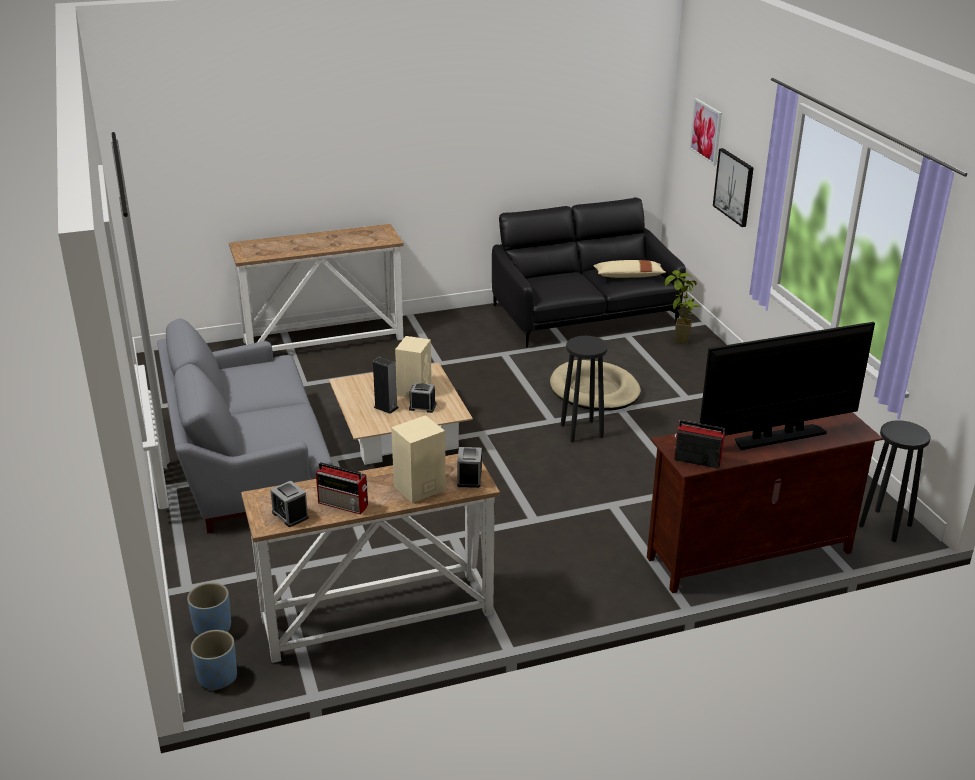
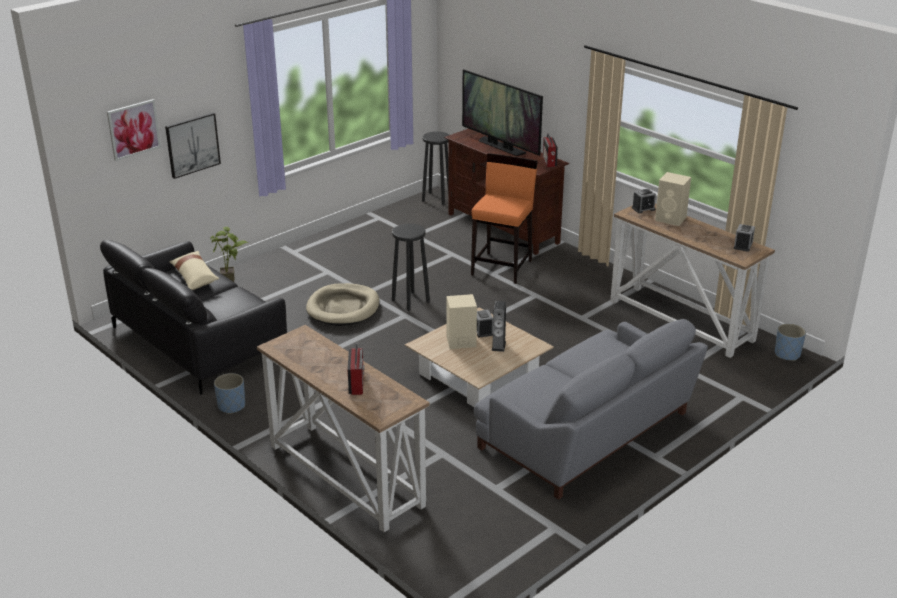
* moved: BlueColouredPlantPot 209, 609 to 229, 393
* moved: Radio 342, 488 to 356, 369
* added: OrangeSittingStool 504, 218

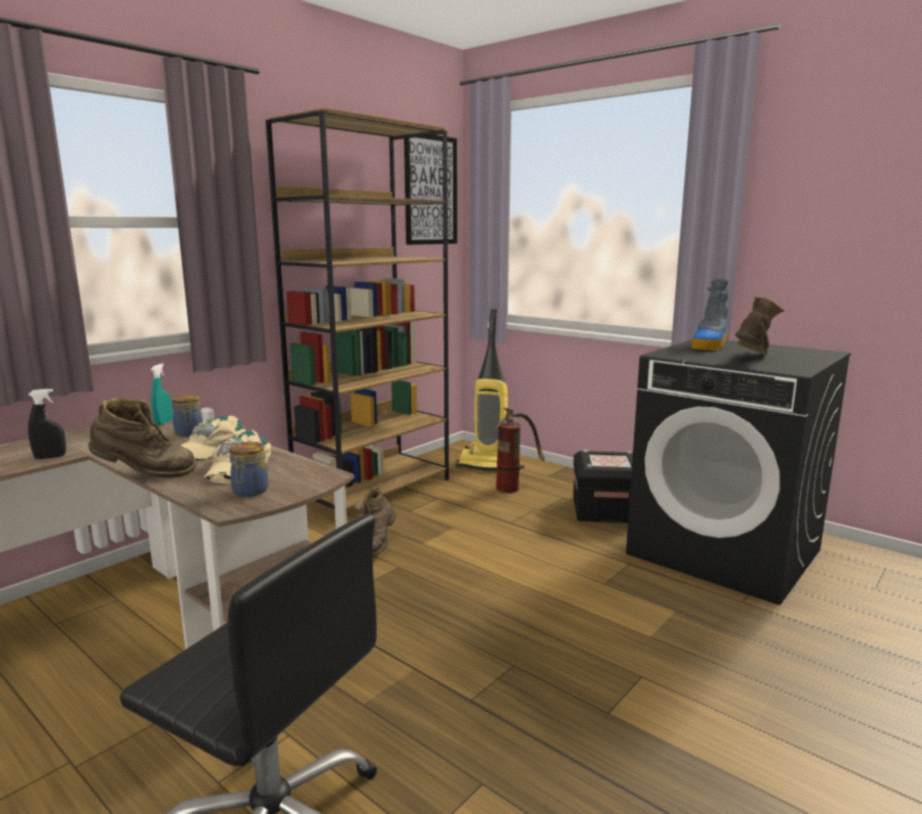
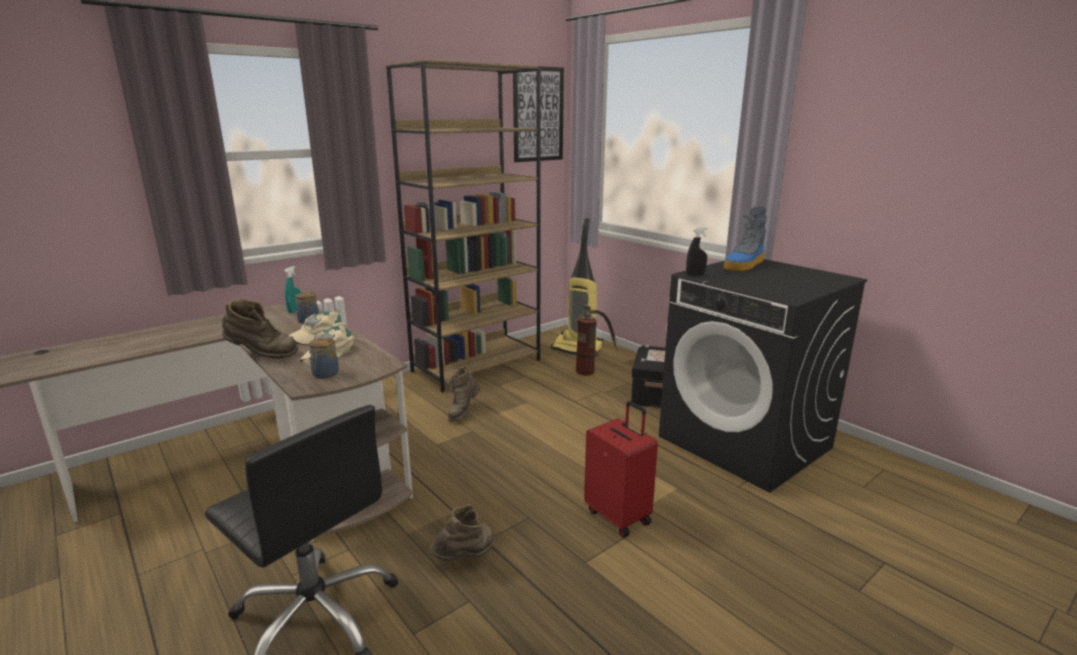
* moved: BlackColouredHandSprayer 47, 424 to 697, 251
* moved: BrownBoot 760, 326 to 462, 532
* added: RedColouredSuitcase 621, 469

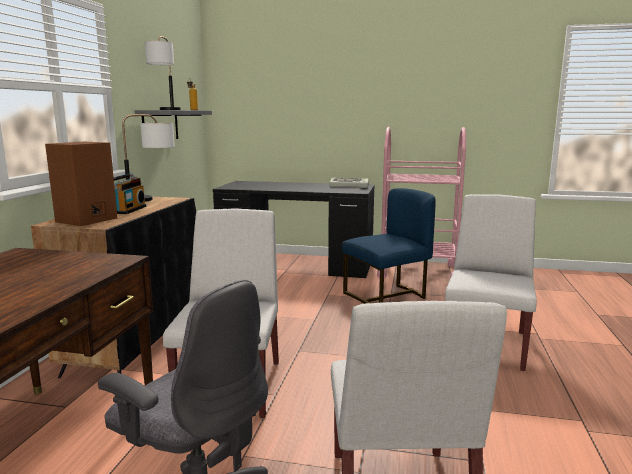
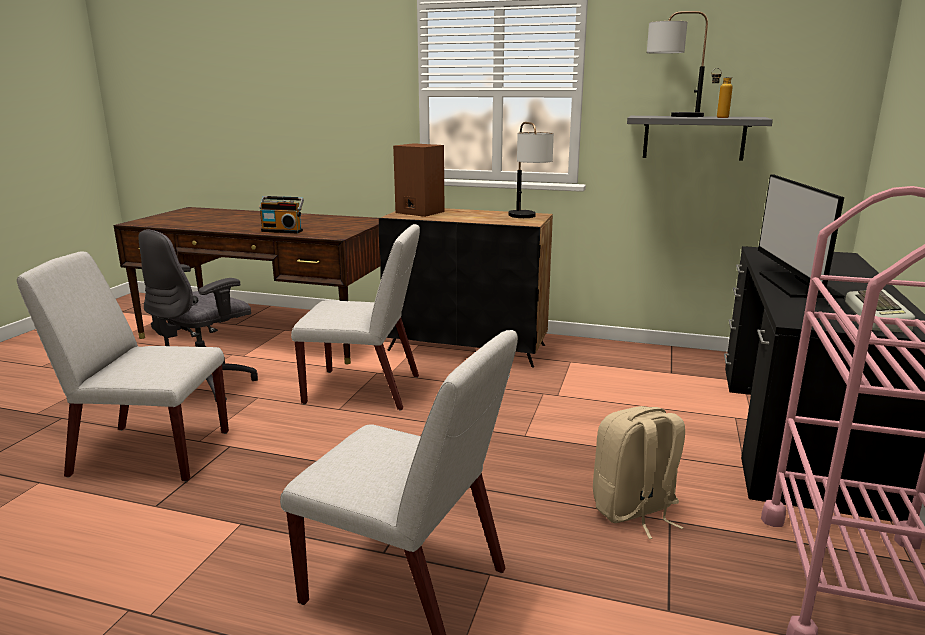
* moved: Radio 130, 193 to 281, 215
* replaced: BlueColouredPlainChair 389, 246 to SandColouredBackpack 639, 472
* added: ComputerDisplay 801, 236

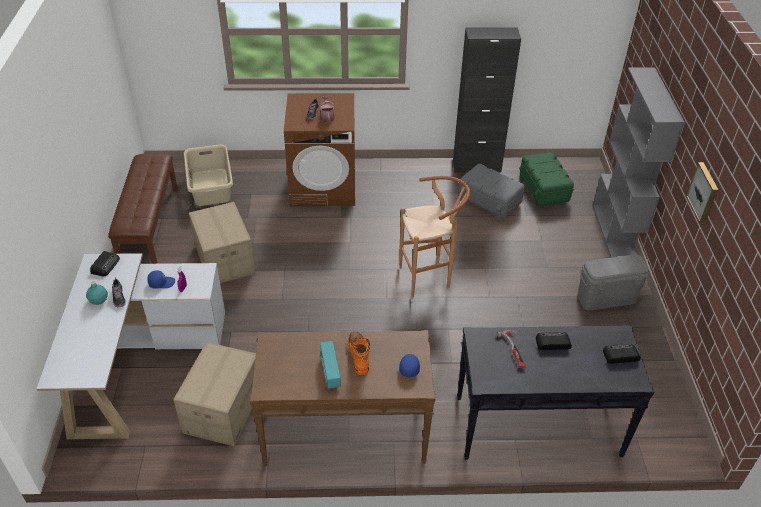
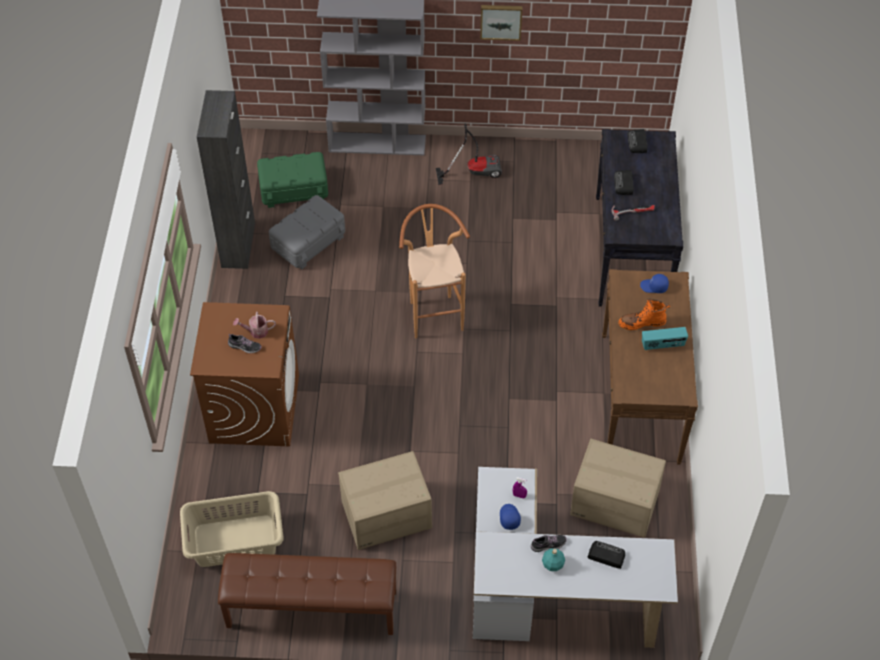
* moved: Radio 105, 263 to 606, 555
* replaced: GreyStorageBin 613, 282 to Vacuum 469, 154

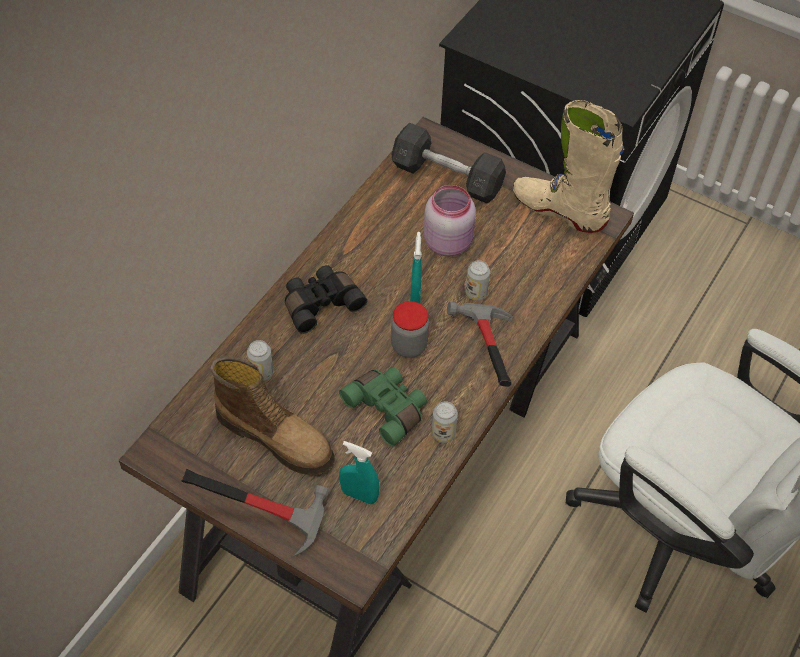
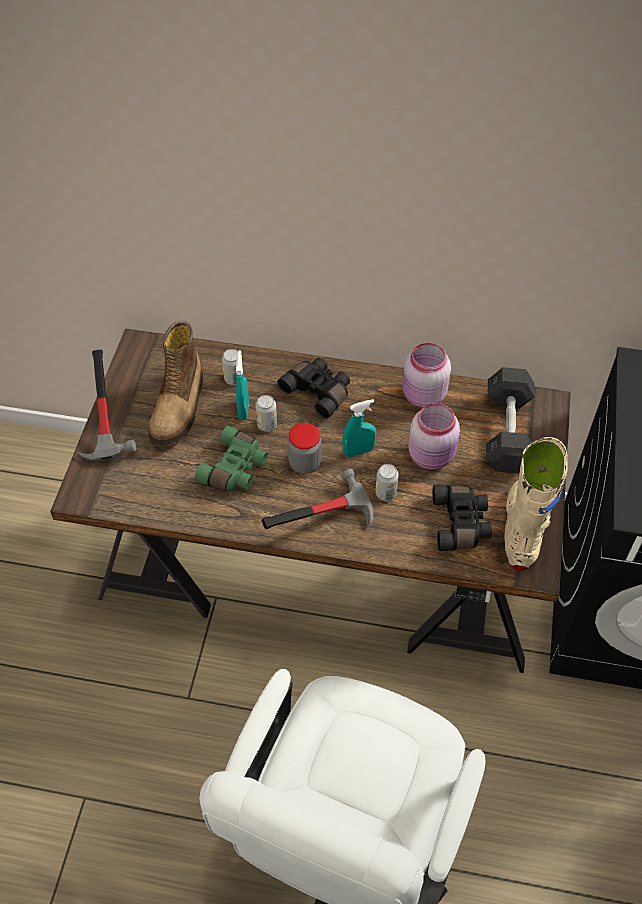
* moved: BlueGreenHandSprayer 359, 472 to 242, 385
* moved: Can 444, 422 to 266, 413
* added: PinkColouredPreserveJar 426, 375
* added: BlackColouredFieldGlasses 462, 518

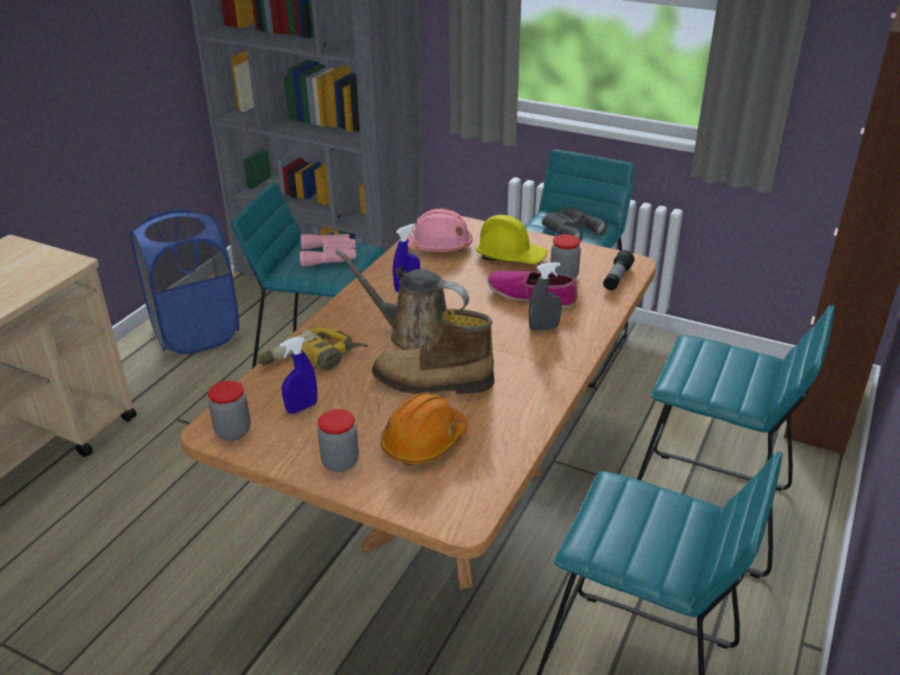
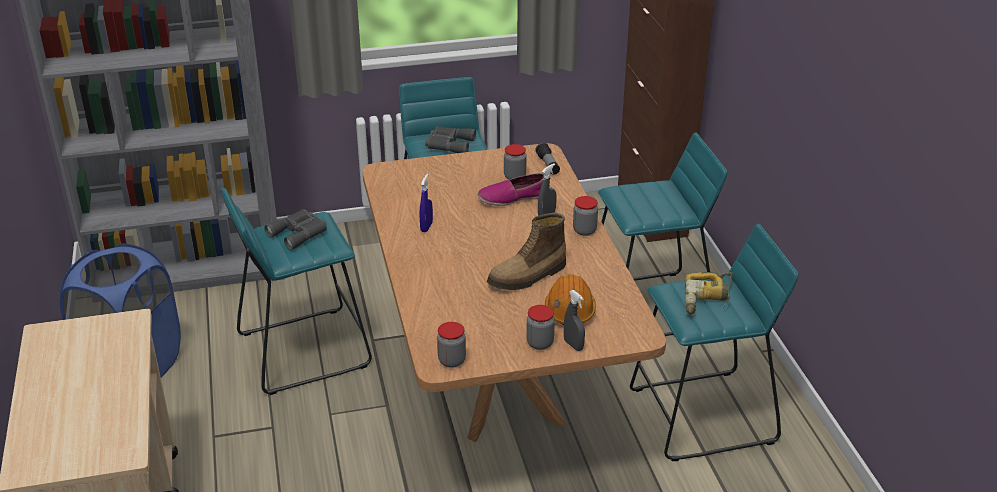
* moved: ElectricDrill 313, 349 to 709, 293
* removed: BlueColouredHandSprayer 298, 375
* recoloured: PinkColouredFieldGlasses 328, 250 to GreyFieldGlasses 295, 229
* removed: BrownSprinklingCan 402, 299
* removed: PinkColouredSafetyHelmet 439, 230
* removed: YellowSafetyHelmet 512, 239
* added: GreyHandSprayer 574, 320
* added: PreserveJar 585, 216

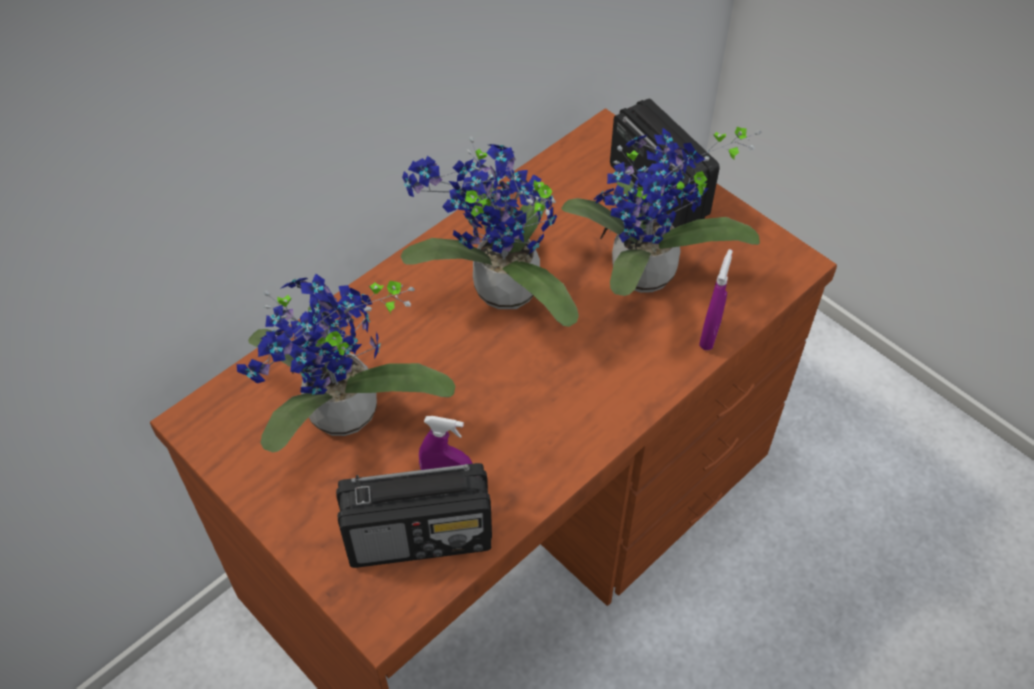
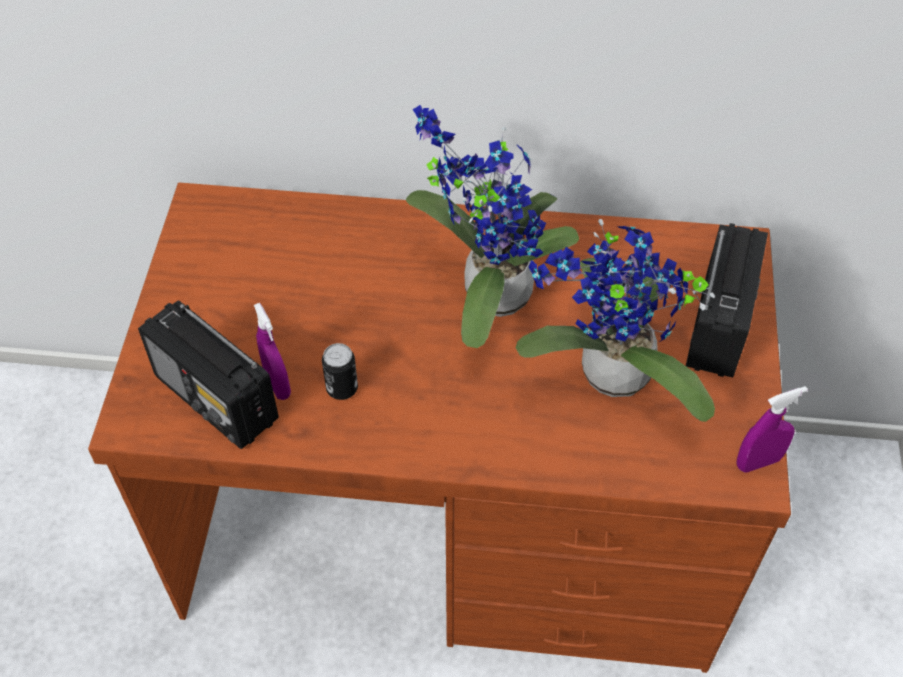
* removed: PlantInAPot 346, 363
* moved: PurpleColouredHandSprayer 716, 299 to 772, 429
* added: Can 340, 371

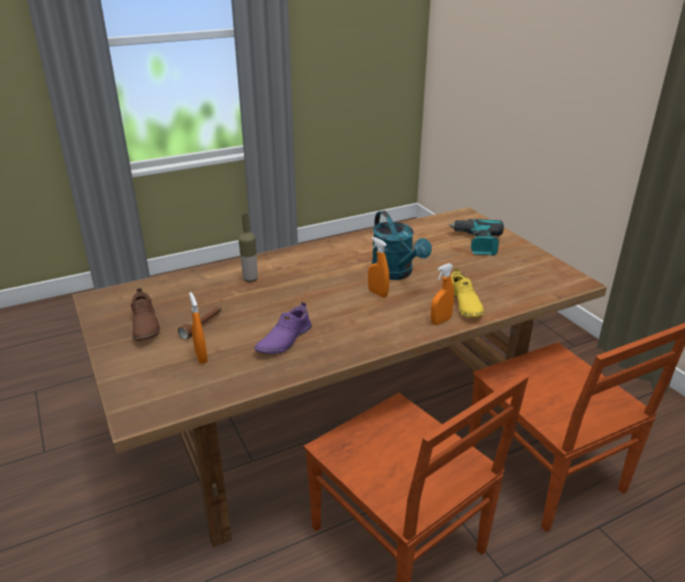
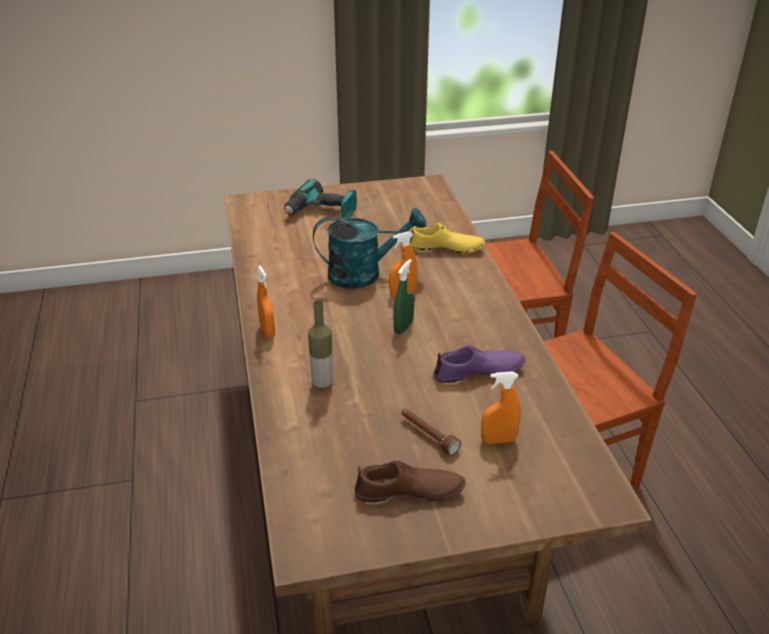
* turned: PurpleColouredLowShoe 283, 328 = 479, 364 60 degrees counterclockwise
* moved: OrangeHandSprayer 442, 294 to 266, 302
* added: GreenHandSprayer 404, 296

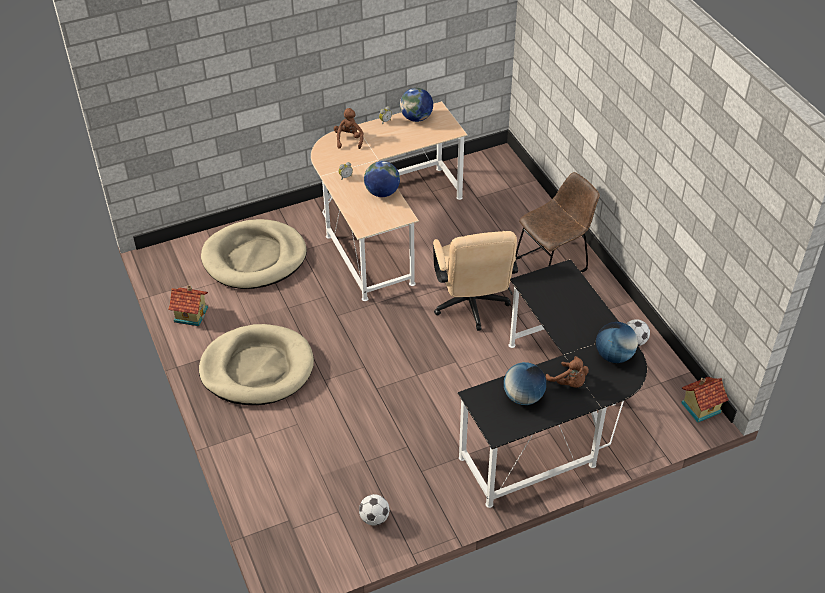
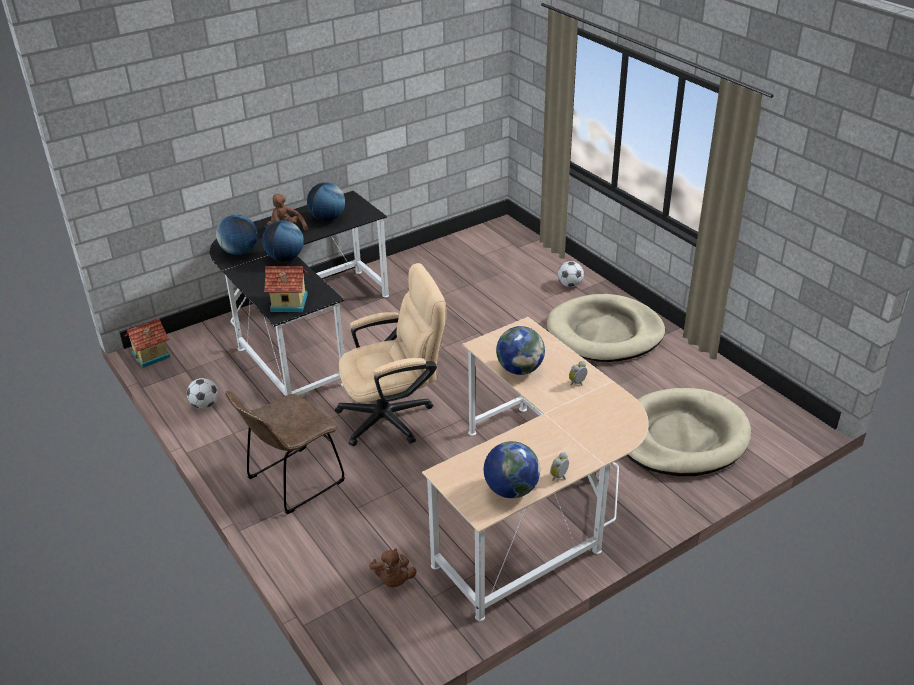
* moved: ModelHouse 188, 305 to 286, 289
* moved: BrownSoftToy 349, 128 to 393, 567
* moved: BallForFootball 374, 510 to 571, 274
* turned: SandColouredDeskChair 475, 281 = 390, 354 90 degrees clockwise
* added: WorldGlobe 283, 240

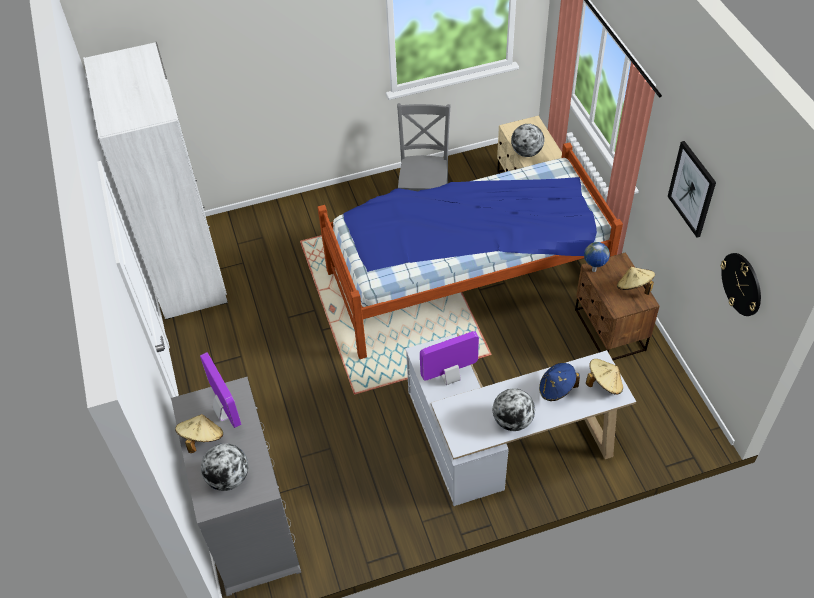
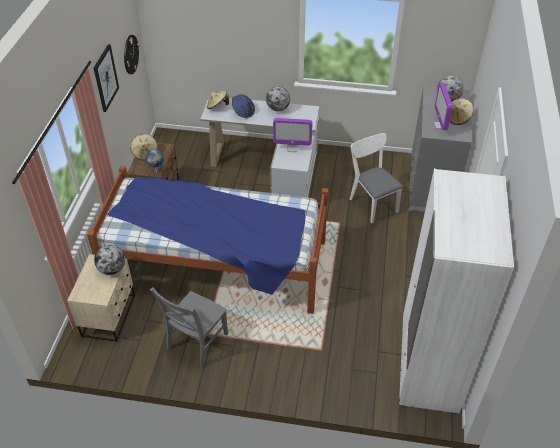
* added: WhitePlainChair 376, 178

